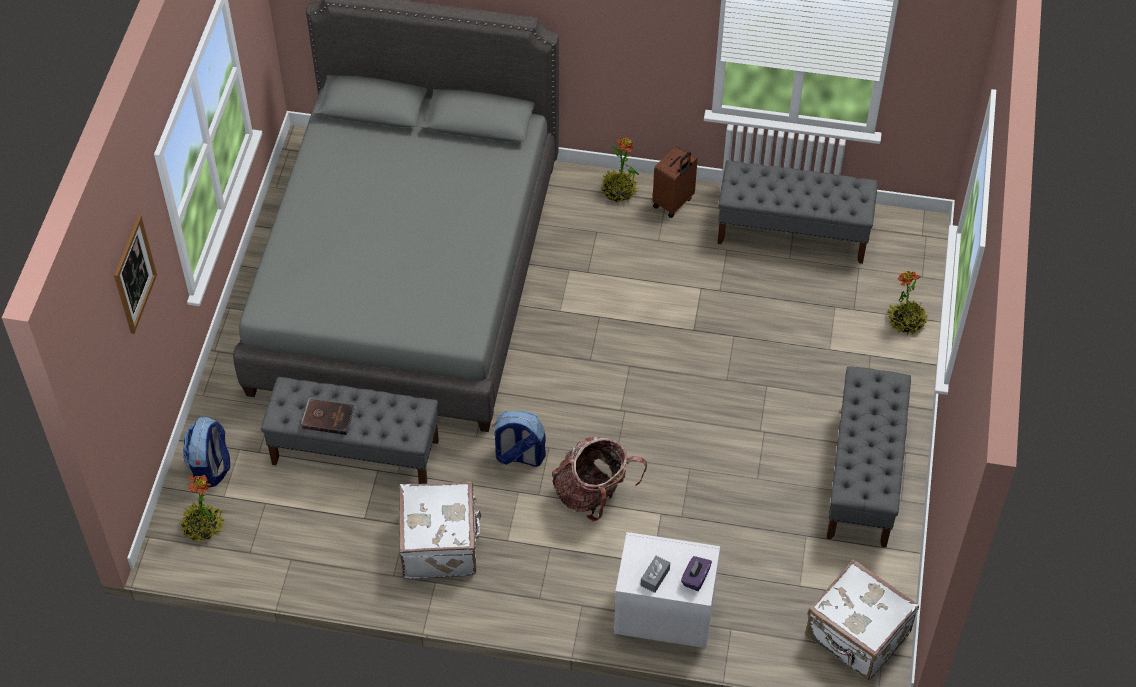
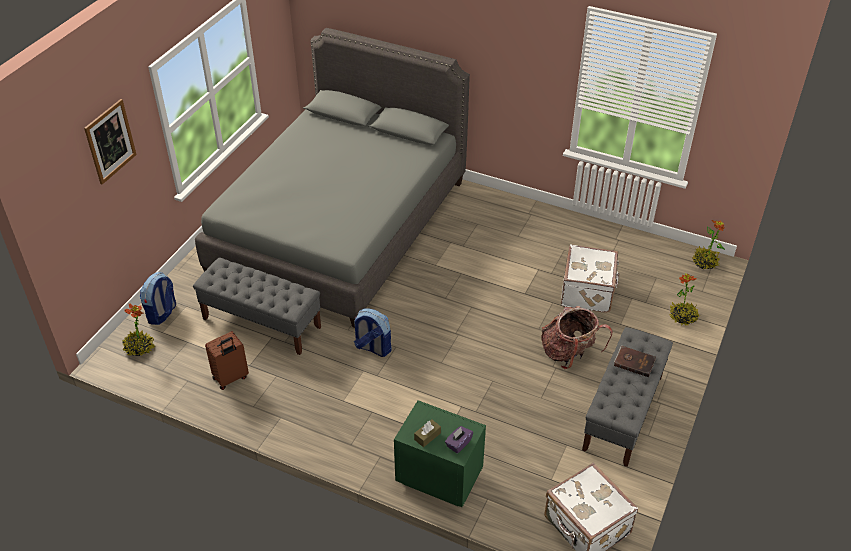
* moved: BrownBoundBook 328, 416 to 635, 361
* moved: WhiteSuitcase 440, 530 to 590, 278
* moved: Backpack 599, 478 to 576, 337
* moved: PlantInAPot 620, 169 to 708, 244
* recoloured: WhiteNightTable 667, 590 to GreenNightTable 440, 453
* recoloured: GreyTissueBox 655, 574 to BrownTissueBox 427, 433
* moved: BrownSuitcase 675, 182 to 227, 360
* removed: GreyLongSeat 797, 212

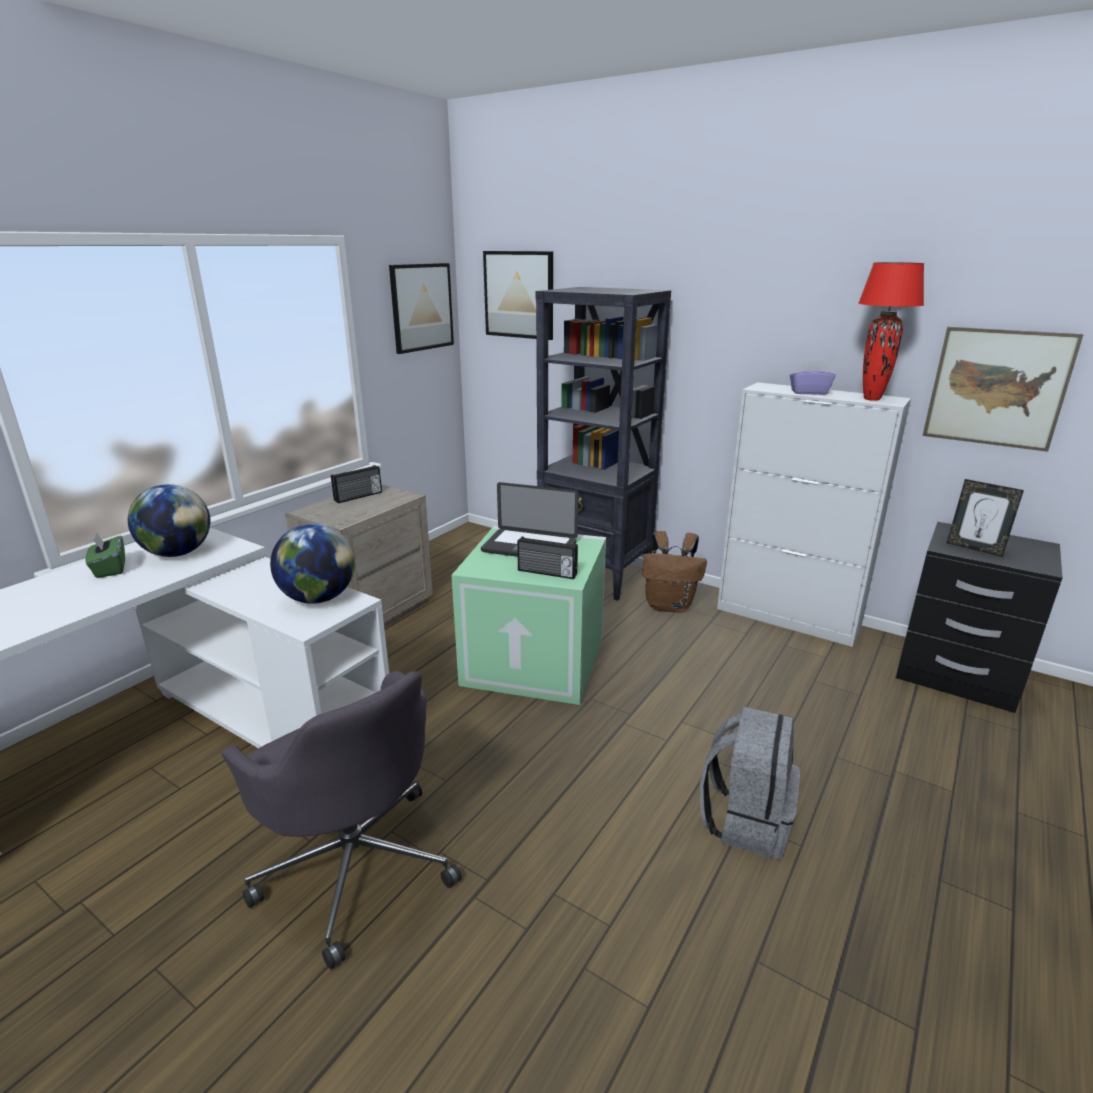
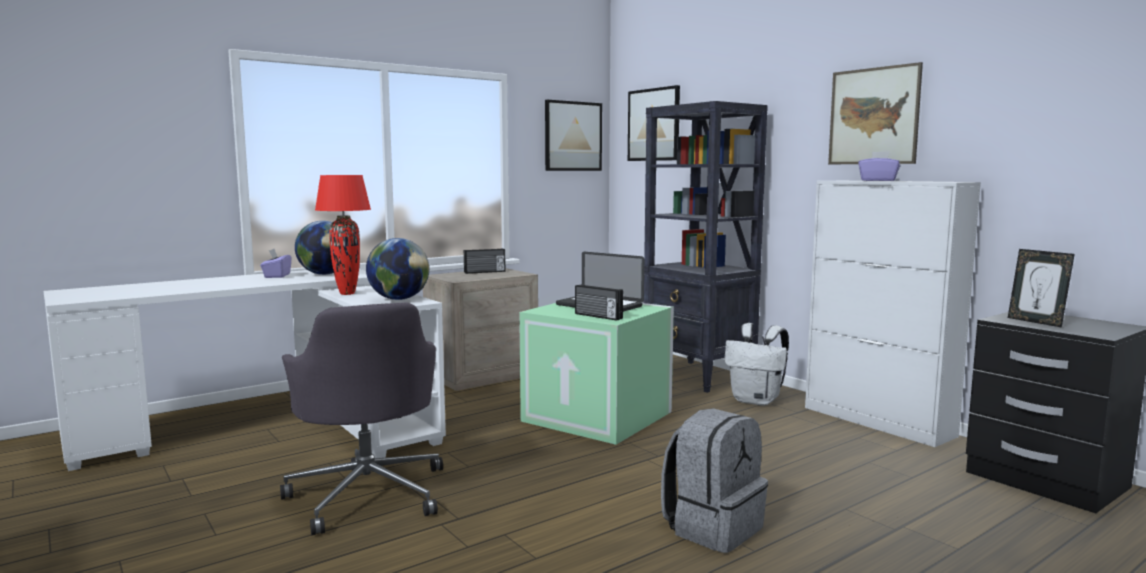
* recoloured: GreenTissueBox 105, 555 to PurpleColouredTissueBox 276, 263
* recoloured: BrownBackpack 674, 572 to WhiteBackpack 756, 364
* moved: RedColouredTabletopLamp 891, 331 to 343, 235
* moved: WallArt 1003, 389 to 875, 113

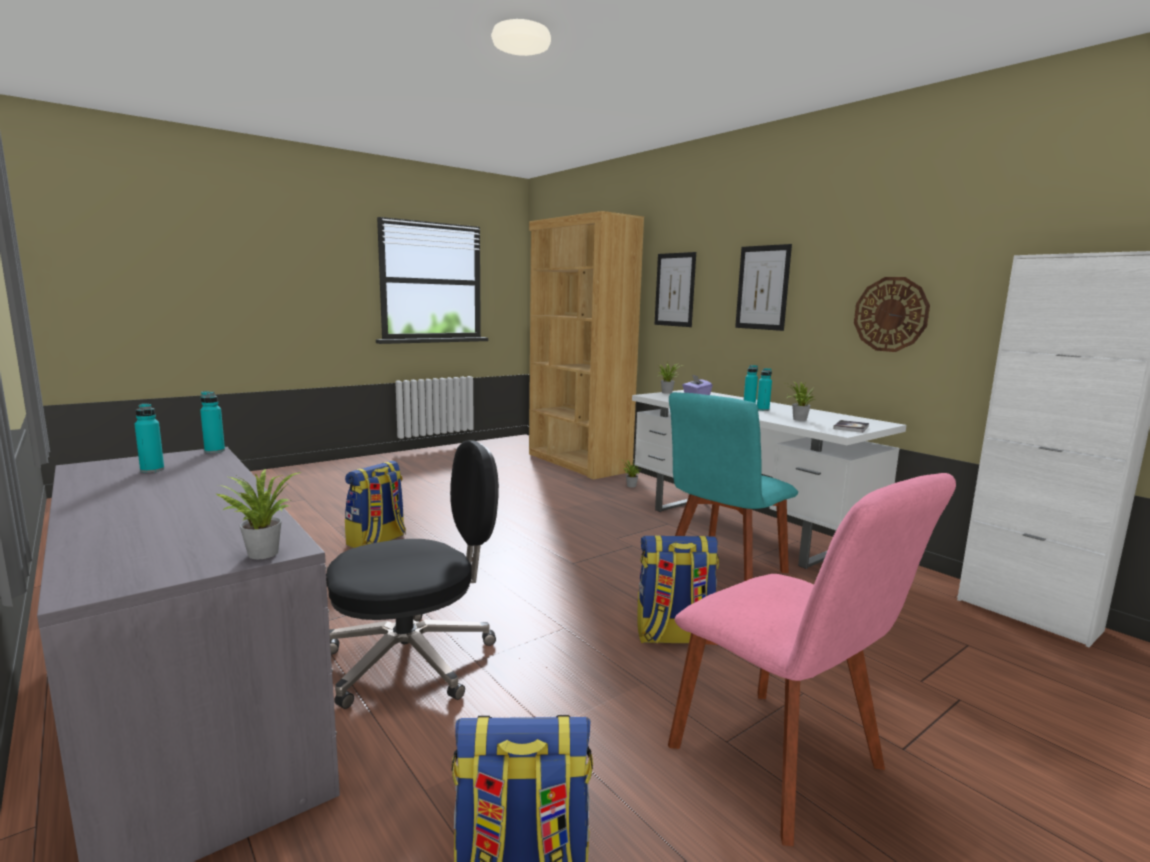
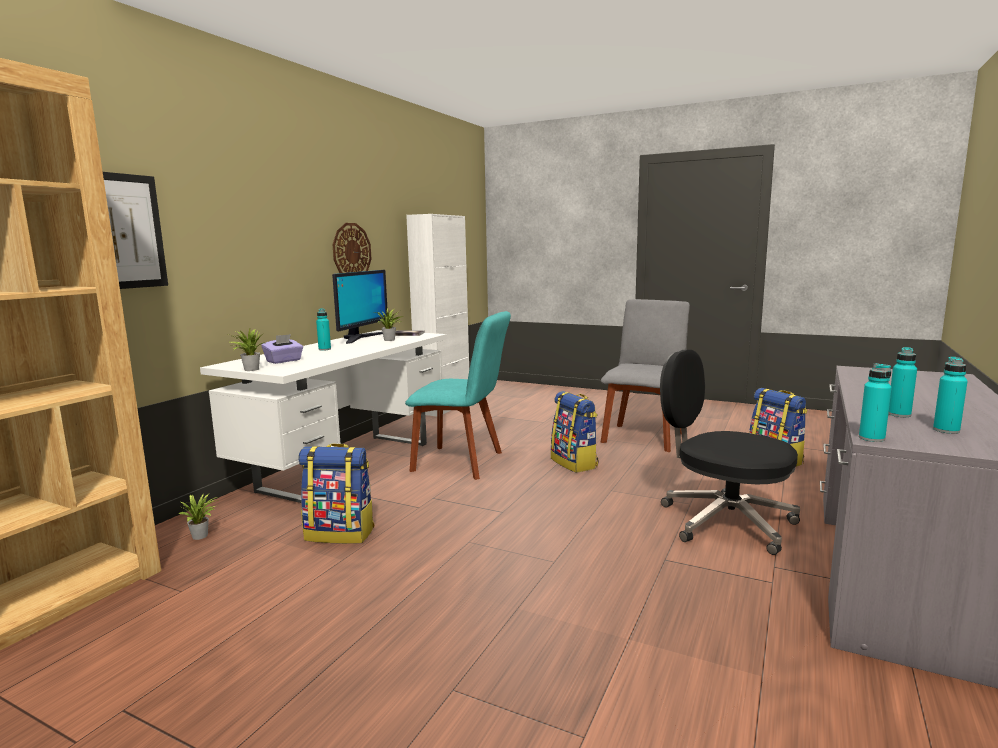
* removed: PlantInAPot 259, 514
* moved: Backpack 375, 504 to 336, 494
* recoloured: PinkColouredPlainChair 812, 659 to GreyPlainChair 645, 375
* removed: WallArt 763, 287
* moved: BlueGreenBottle 764, 389 to 902, 382
* added: ComputerDisplay 359, 307

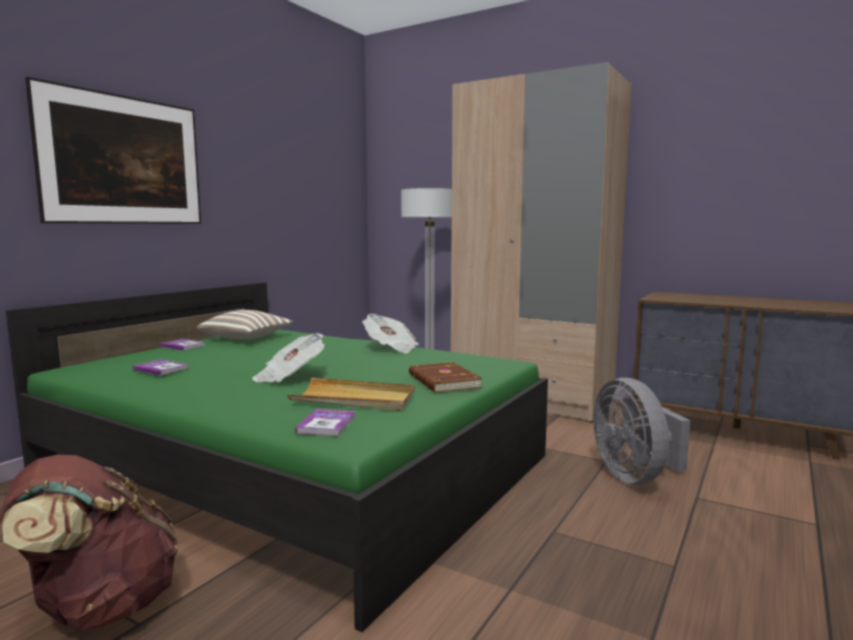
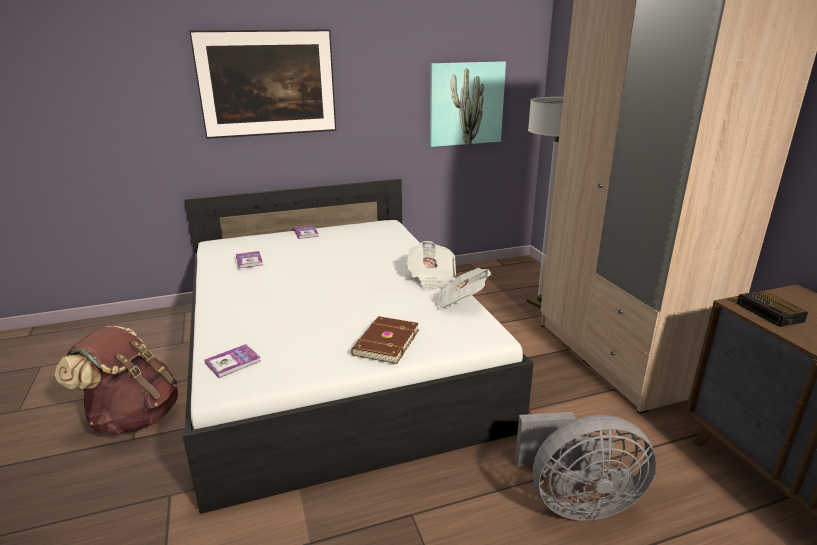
* recoloured: GreenSleepingBed 277, 457 to WhiteSleepingBed 358, 346
* removed: Pillow 245, 325
* moved: Newspaper 288, 358 to 460, 288
* removed: SandColouredTray 351, 394
* turned: GreyFan 641, 431 = 586, 466 120 degrees counterclockwise
* added: WallArt 468, 104
* added: TableClock 772, 308

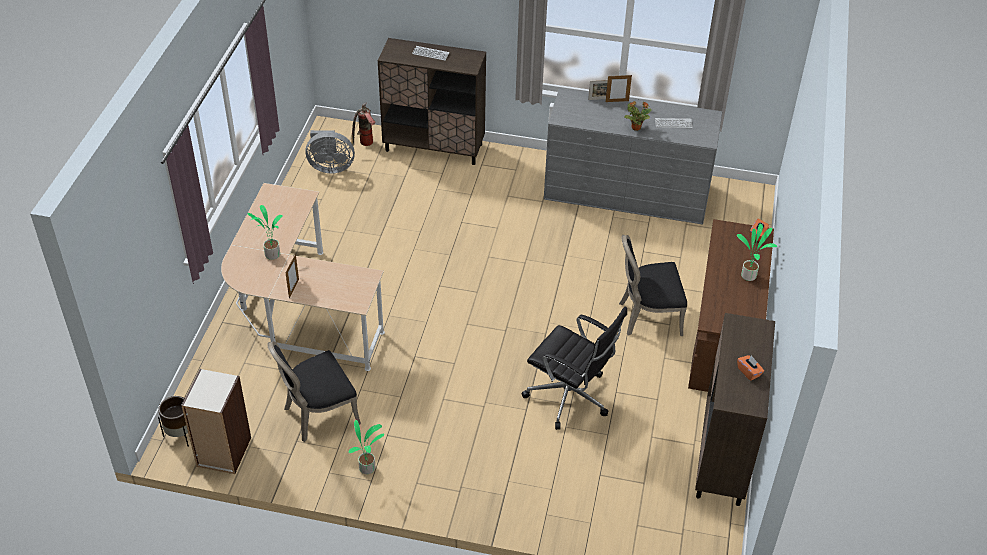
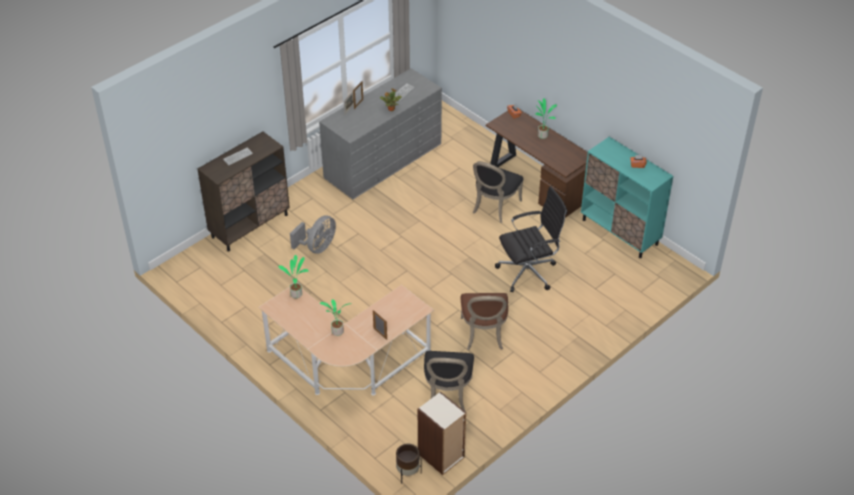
* moved: GreyFan 330, 152 to 313, 234
* moved: PlantInAPot 366, 447 to 293, 276
* removed: FireExtinguisher 363, 124
* recoloured: BrownCabinet 735, 409 to BlueGreenCabinet 627, 197
* added: BrownPlainChair 484, 321

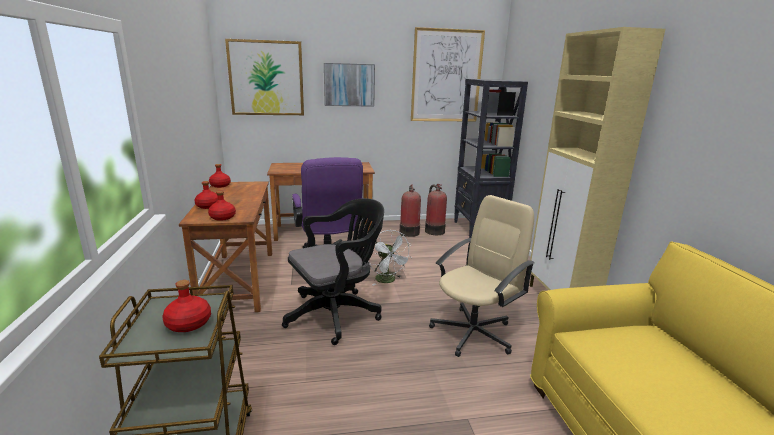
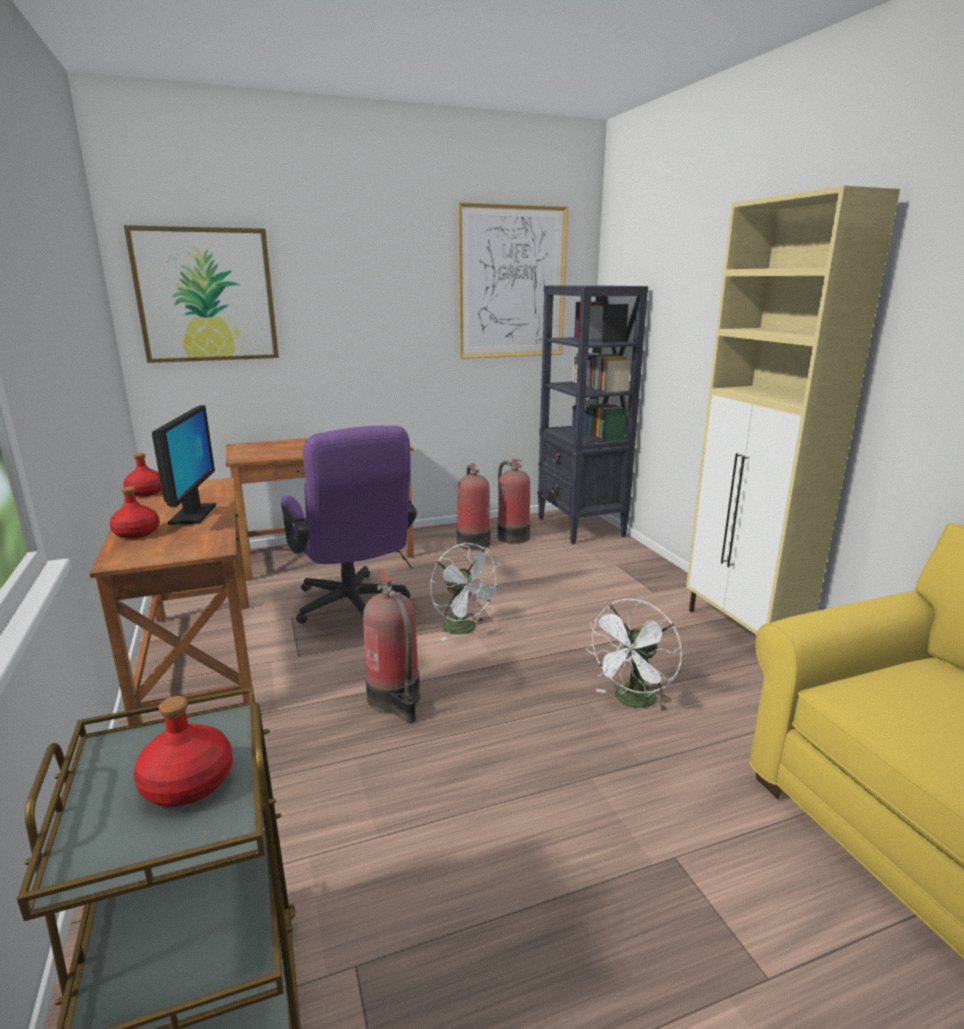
* removed: RedColouredBottle 222, 206
* replaced: BlackColouredDeskChair 333, 271 to FireExtinguisher 391, 645
* removed: WallArt 349, 85
* replaced: SandColouredDeskChair 482, 276 to WhiteFan 633, 655
* added: ComputerDisplay 184, 465

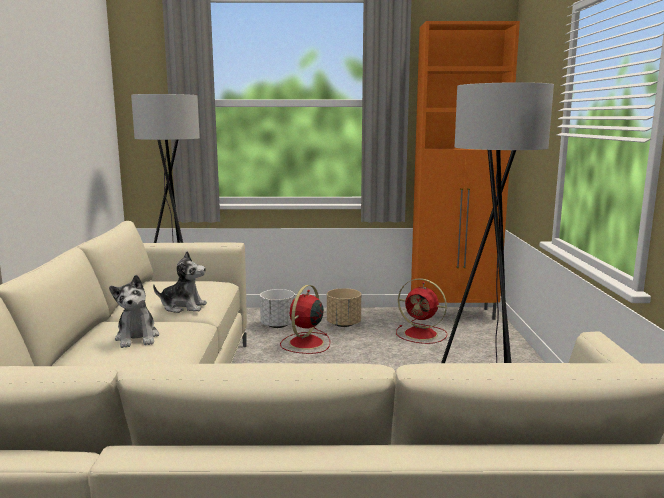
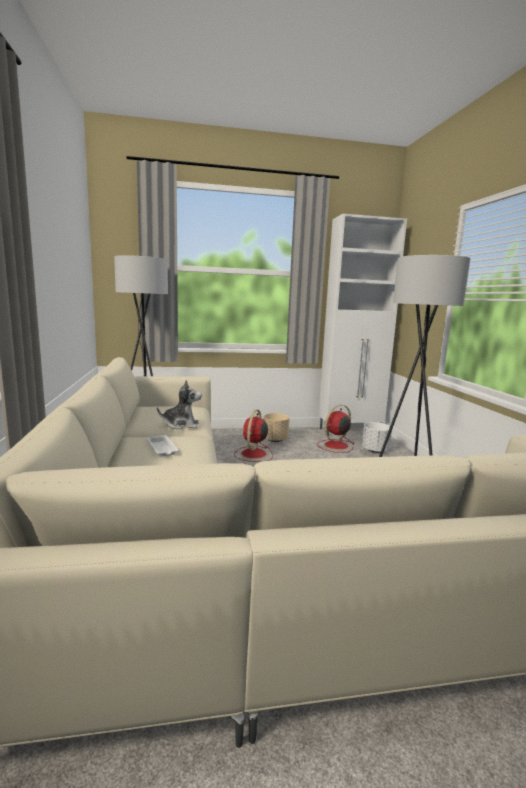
* replaced: SoftToy 134, 311 to WhiteTray 162, 445
* moved: WhitePlantPot 277, 308 to 377, 437
* turned: RedColouredFan 421, 311 = 336, 429 120 degrees clockwise
* recoloured: OrangeCabinet 465, 170 to WhiteCabinet 363, 325

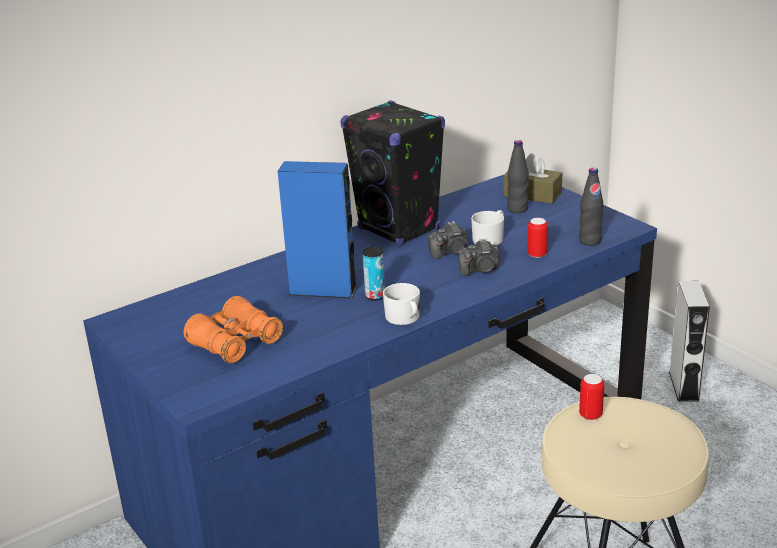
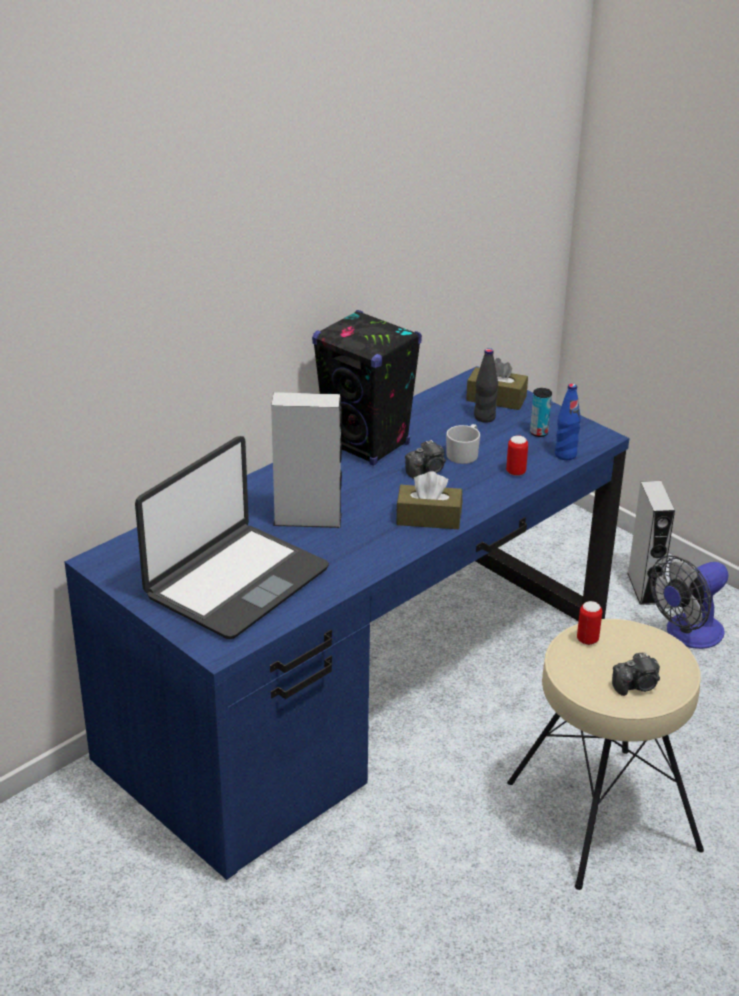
* replaced: OrangeFieldGlasses 233, 329 to Laptop 232, 537
* recoloured: BlueColouredLoudspeaker 317, 230 to GreyLoudspeaker 306, 460
* moved: Can 374, 274 to 541, 412
* removed: WhiteTeaMug 401, 304
* moved: PhotoCamera 479, 257 to 636, 674
* recoloured: BlackColouredBottle 591, 207 to BlueColouredBottle 568, 421
* added: BrownTissueBox 429, 500
* added: Fan 689, 602

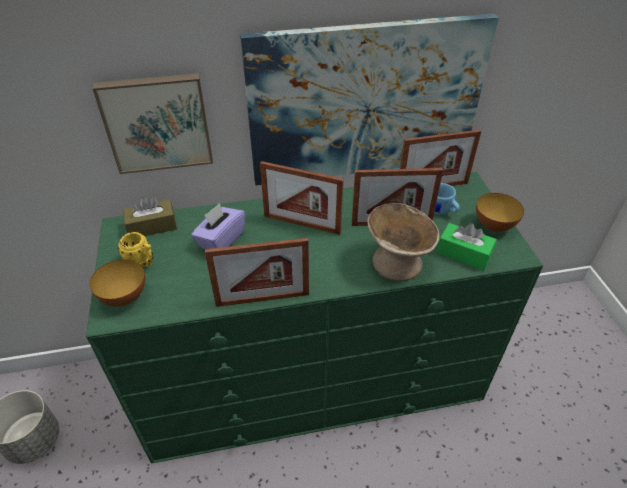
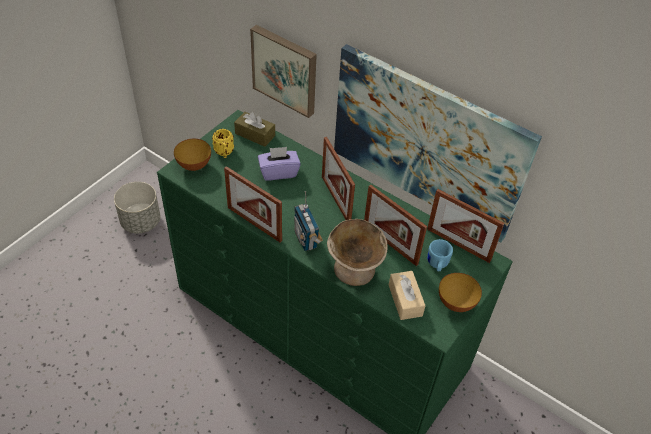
* recoloured: GreenTissueBox 467, 246 to SandColouredTissueBox 407, 295
* added: Radio 308, 221

